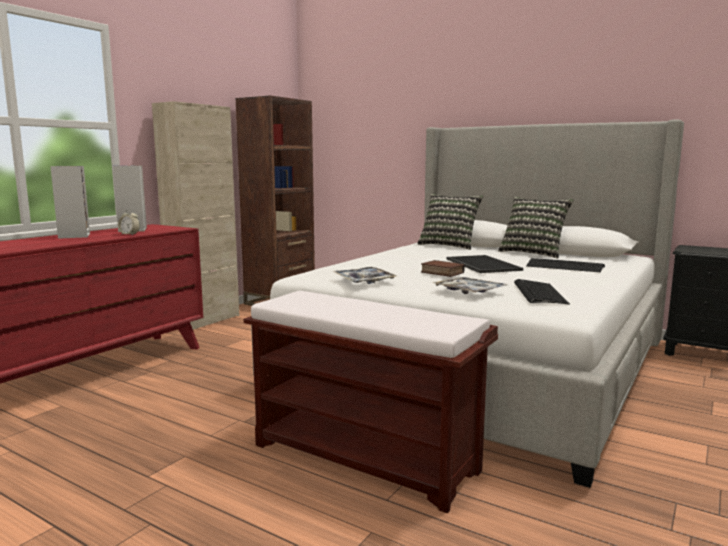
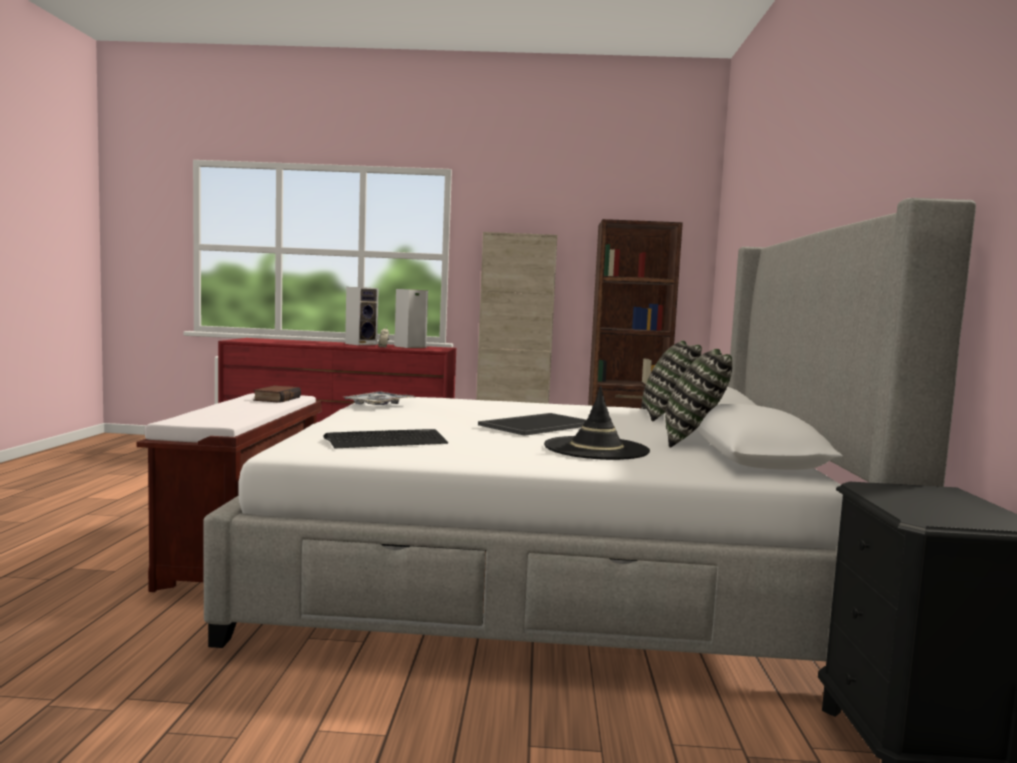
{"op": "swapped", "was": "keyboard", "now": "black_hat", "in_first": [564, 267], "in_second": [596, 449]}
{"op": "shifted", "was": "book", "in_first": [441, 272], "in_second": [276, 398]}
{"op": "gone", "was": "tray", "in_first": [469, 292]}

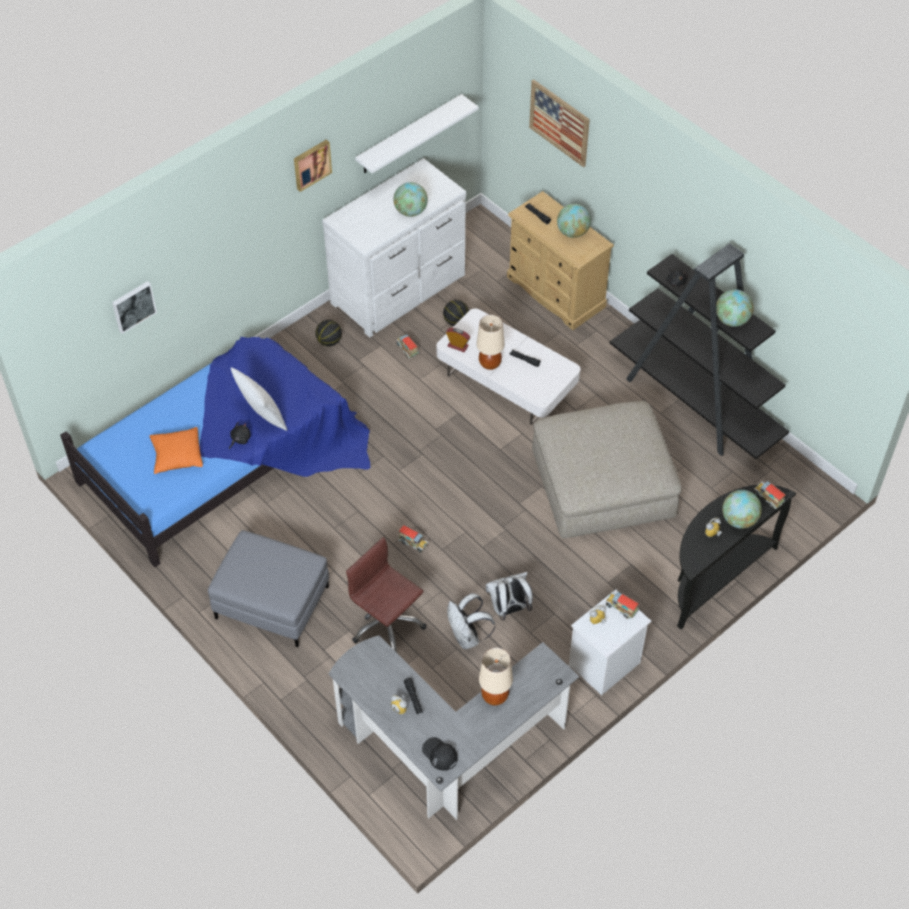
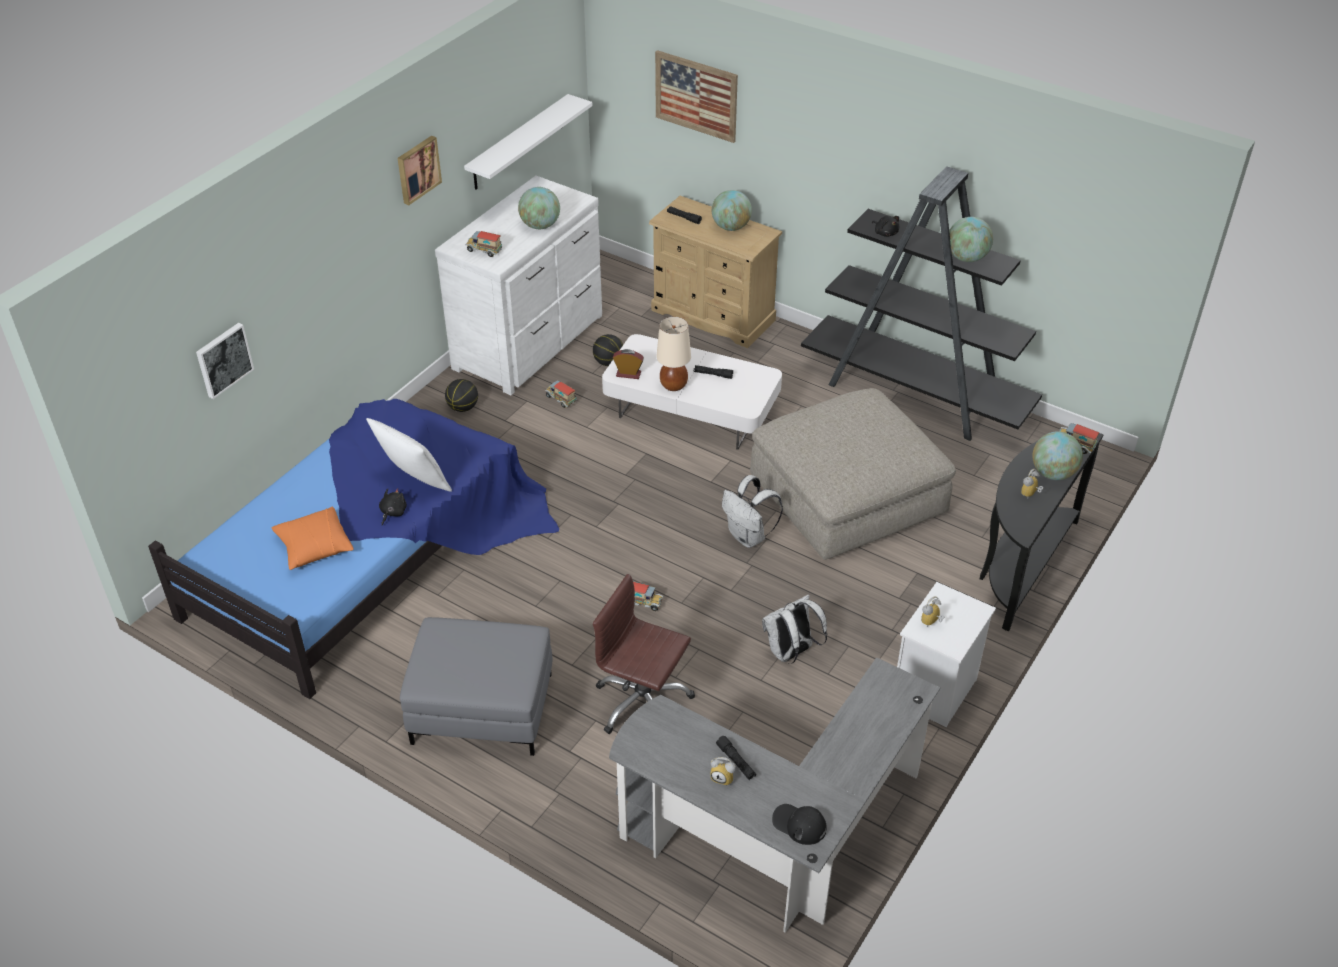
{"op": "shifted", "was": "toy_truck", "in_first": [621, 608], "in_second": [484, 251]}
{"op": "shifted", "was": "white_backpack", "in_first": [467, 637], "in_second": [749, 537]}
{"op": "gone", "was": "beige_table_lamp", "in_first": [495, 697]}

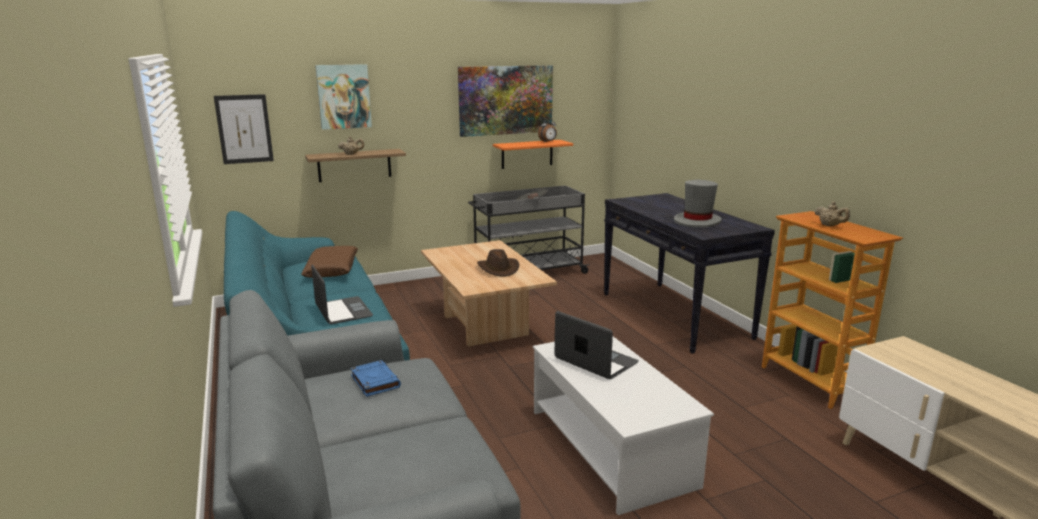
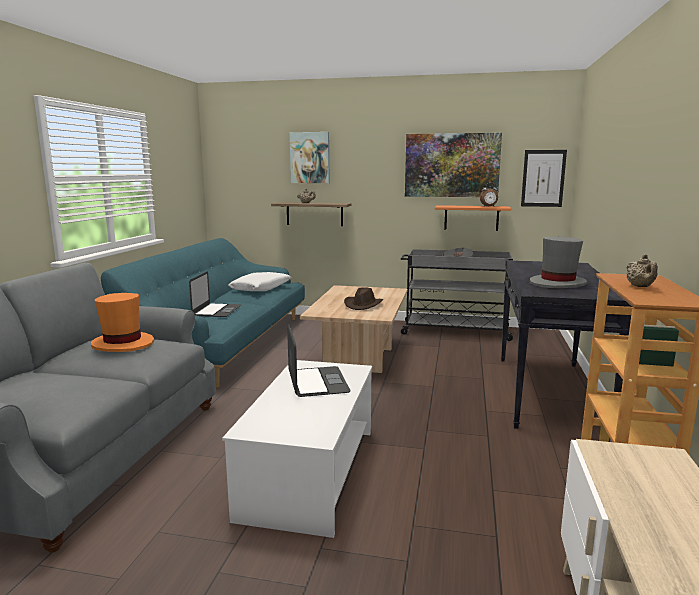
{"op": "shifted", "was": "picture", "in_first": [244, 129], "in_second": [543, 178]}
{"op": "repainted", "was": "brown_pillow", "now": "white_pillow", "in_first": [332, 269], "in_second": [261, 288]}
{"op": "swapped", "was": "blue_book", "now": "orange_hat", "in_first": [375, 381], "in_second": [123, 344]}

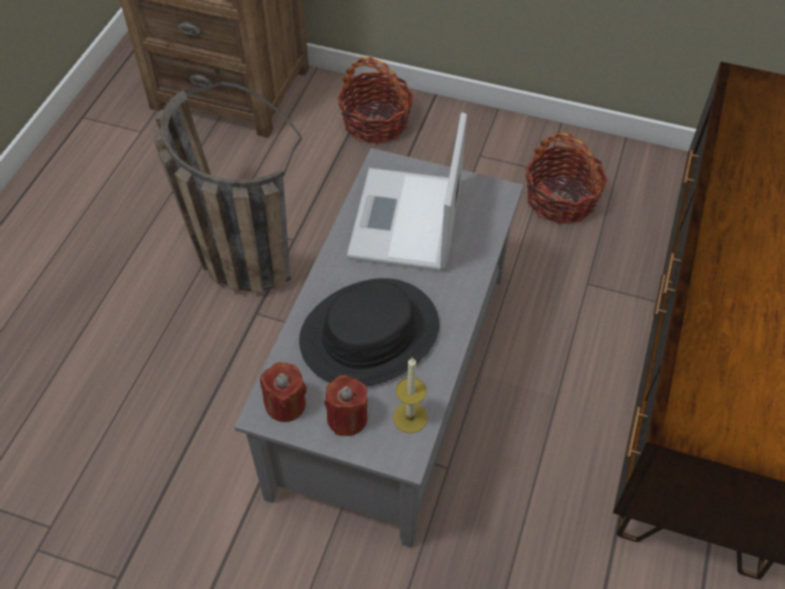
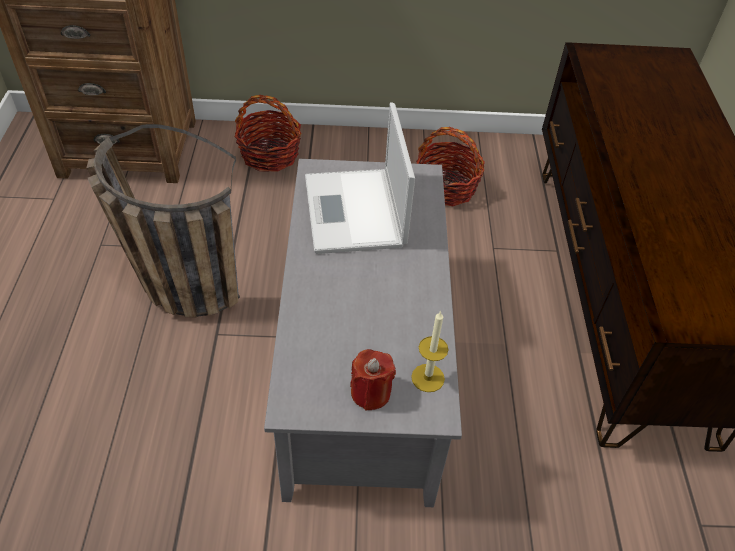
{"op": "gone", "was": "black_hat", "in_first": [370, 334]}
{"op": "gone", "was": "red_candle", "in_first": [285, 404]}

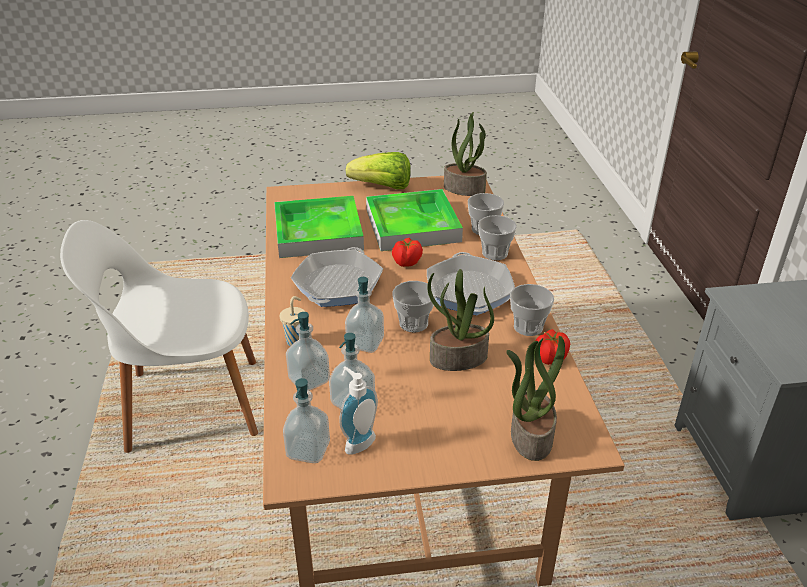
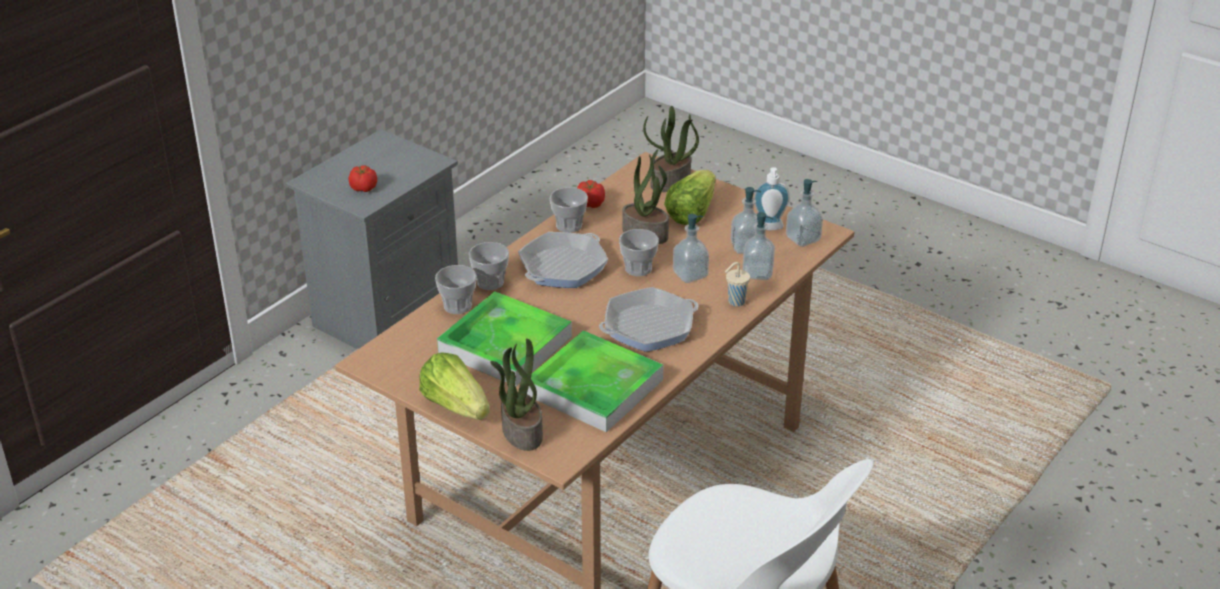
{"op": "shifted", "was": "potted_plant", "in_first": [465, 188], "in_second": [521, 432]}
{"op": "shifted", "was": "tomato", "in_first": [406, 262], "in_second": [364, 189]}
{"op": "new", "now": "lettuce", "in_second": [691, 212]}

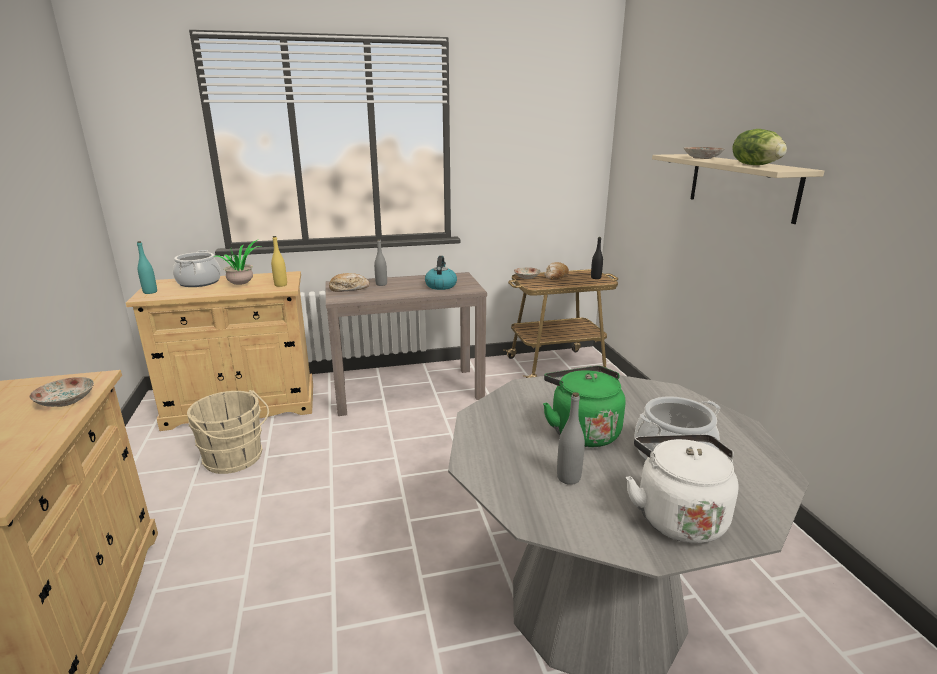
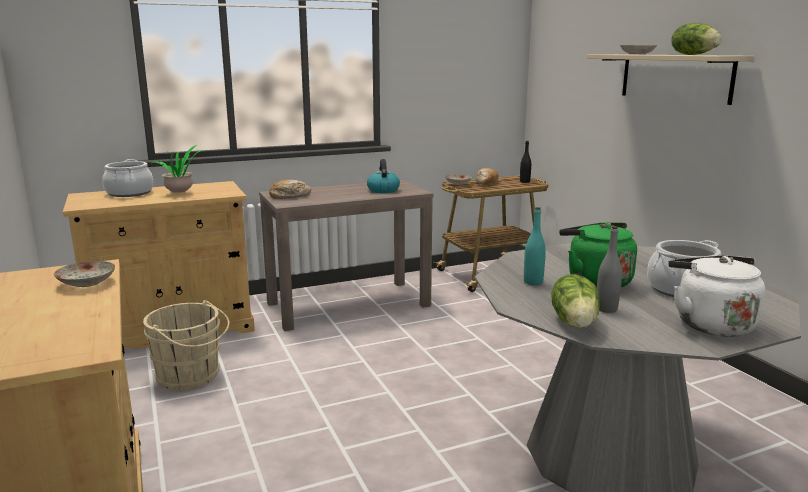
{"op": "gone", "was": "yellow_bottle", "in_first": [281, 285]}
{"op": "gone", "was": "grey_bottle", "in_first": [381, 284]}
{"op": "shifted", "was": "turquoise_bottle", "in_first": [150, 292], "in_second": [533, 282]}
{"op": "new", "now": "lettuce", "in_second": [575, 322]}

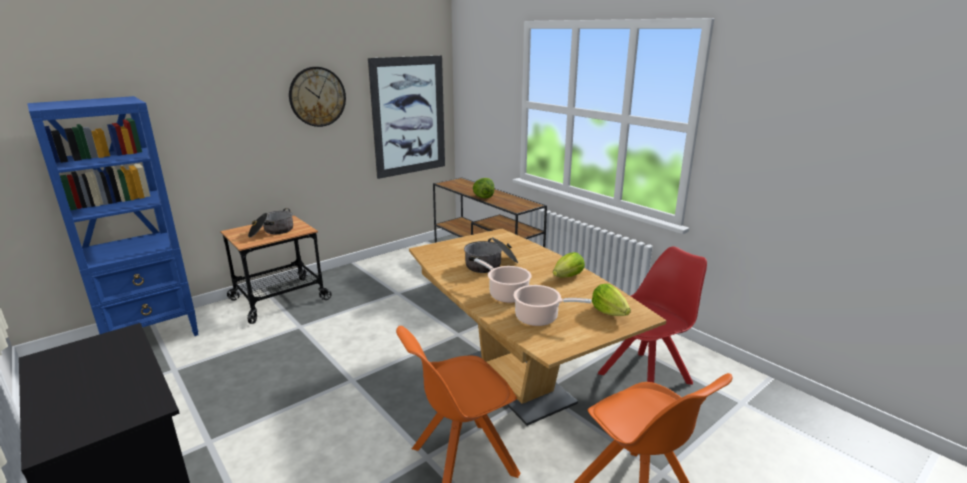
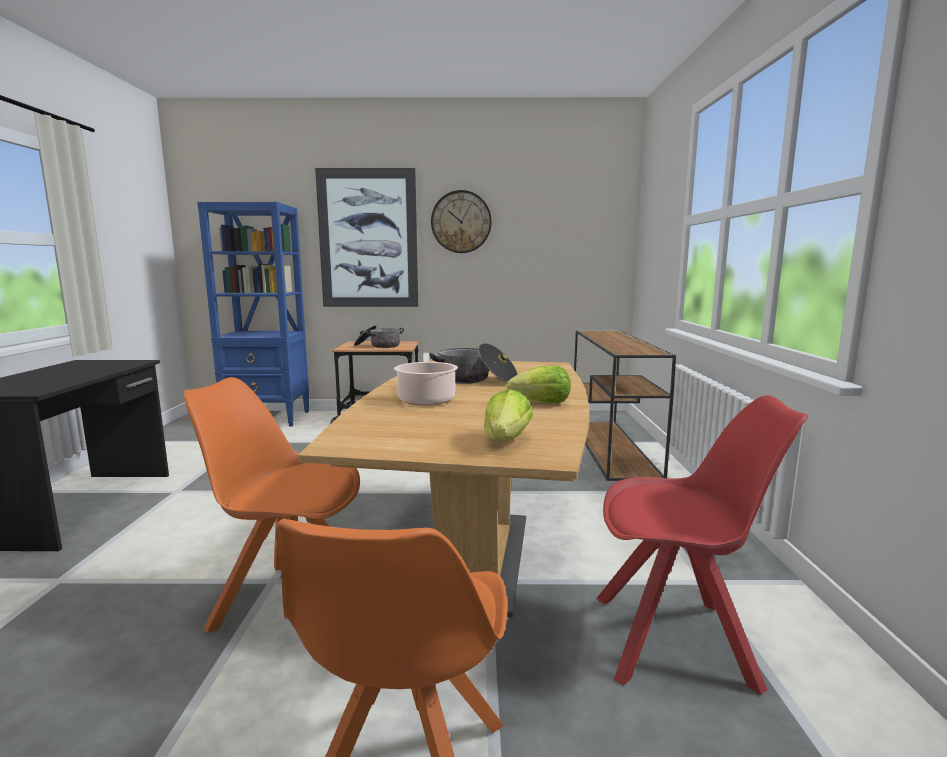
{"op": "shifted", "was": "picture", "in_first": [409, 116], "in_second": [368, 239]}
{"op": "gone", "was": "lettuce", "in_first": [483, 197]}
{"op": "gone", "was": "cooking_pot", "in_first": [539, 318]}

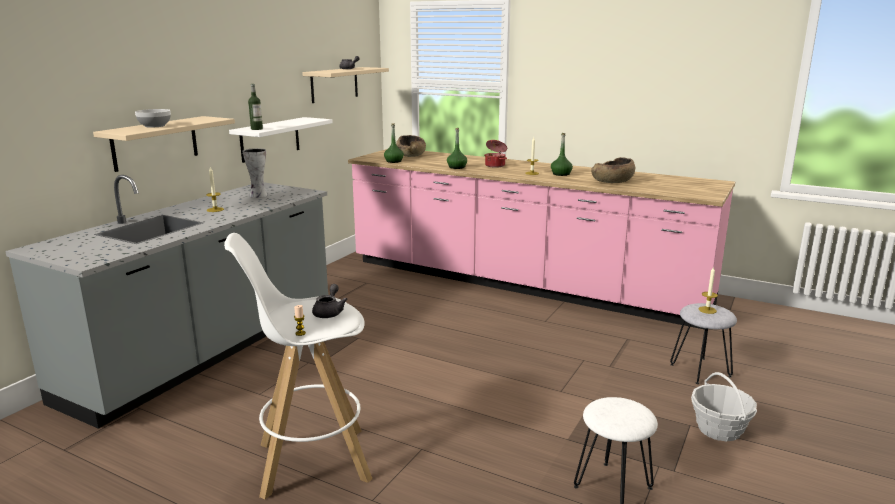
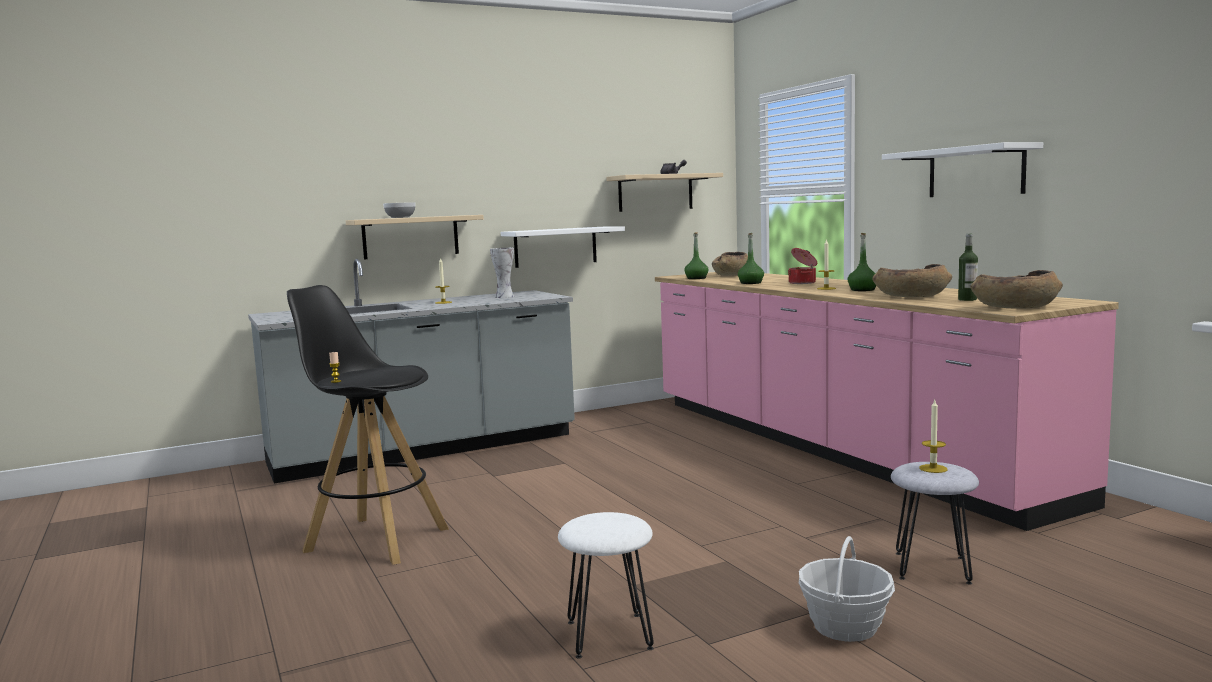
{"op": "shifted", "was": "bottle", "in_first": [256, 129], "in_second": [967, 299]}
{"op": "repainted", "was": "white_stool", "now": "black_stool", "in_first": [312, 462], "in_second": [375, 539]}
{"op": "gone", "was": "grey_teapot", "in_first": [329, 312]}
{"op": "new", "now": "white_shelf", "in_second": [975, 172]}
{"op": "new", "now": "brown_bowl", "in_second": [1015, 307]}

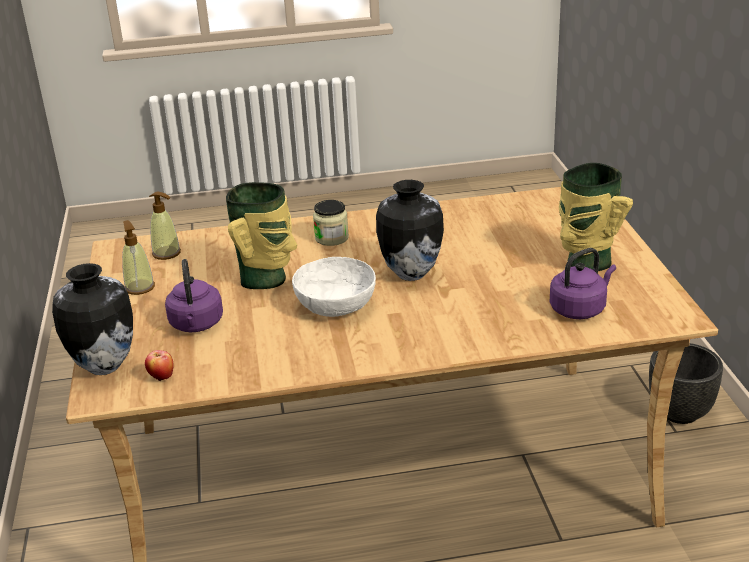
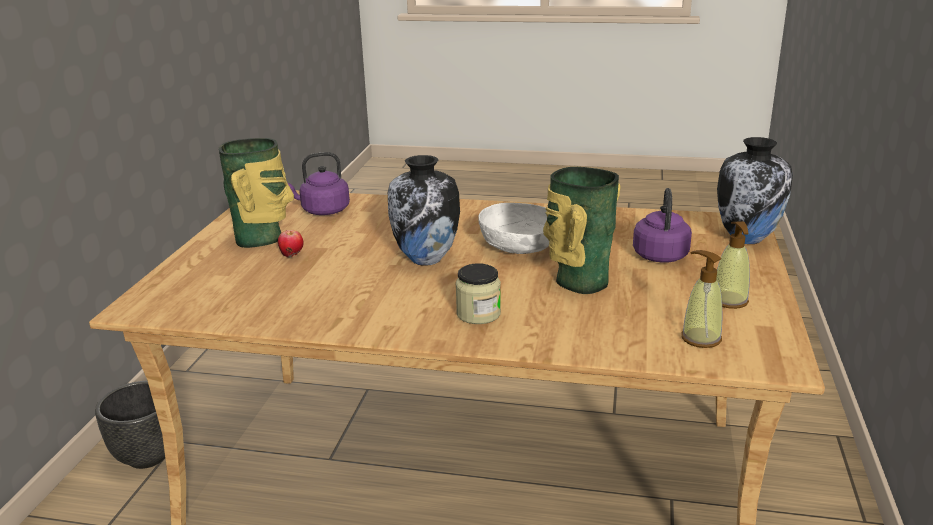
{"op": "shifted", "was": "apple", "in_first": [161, 377], "in_second": [292, 255]}

